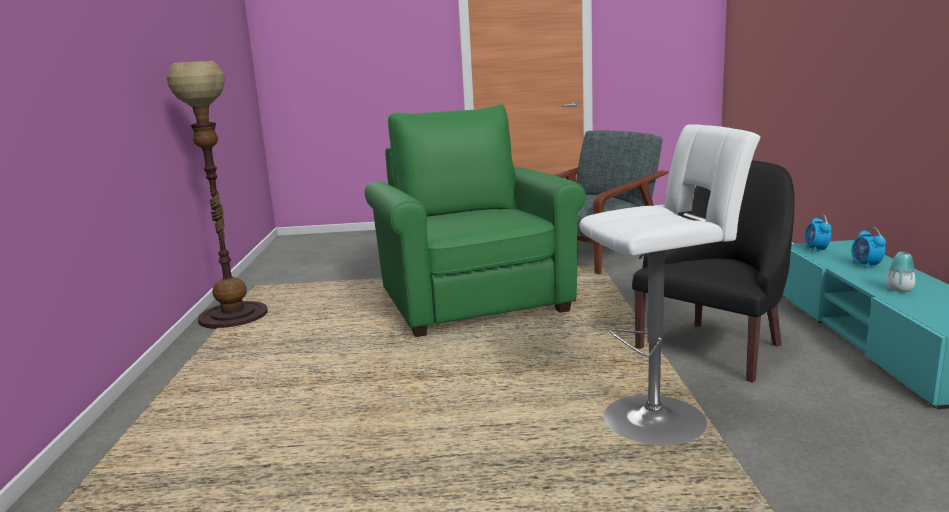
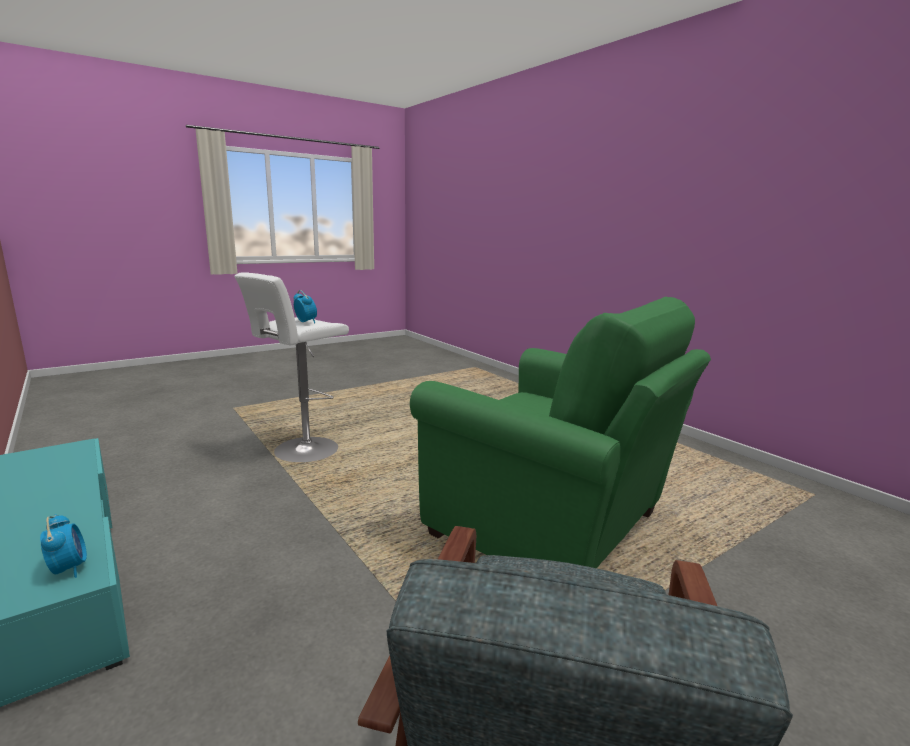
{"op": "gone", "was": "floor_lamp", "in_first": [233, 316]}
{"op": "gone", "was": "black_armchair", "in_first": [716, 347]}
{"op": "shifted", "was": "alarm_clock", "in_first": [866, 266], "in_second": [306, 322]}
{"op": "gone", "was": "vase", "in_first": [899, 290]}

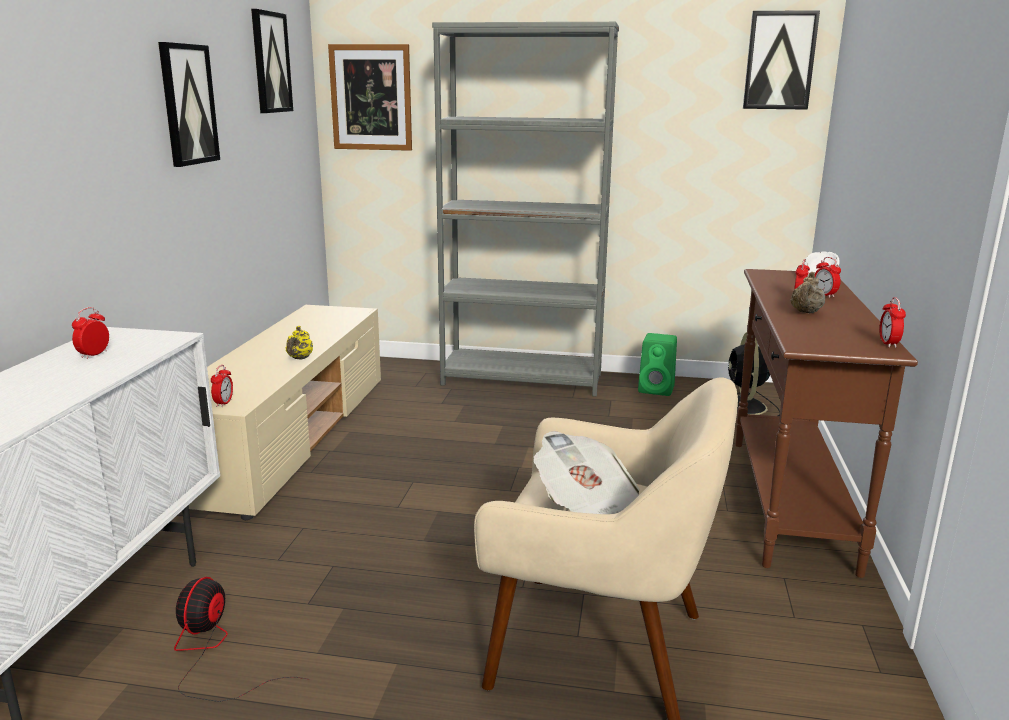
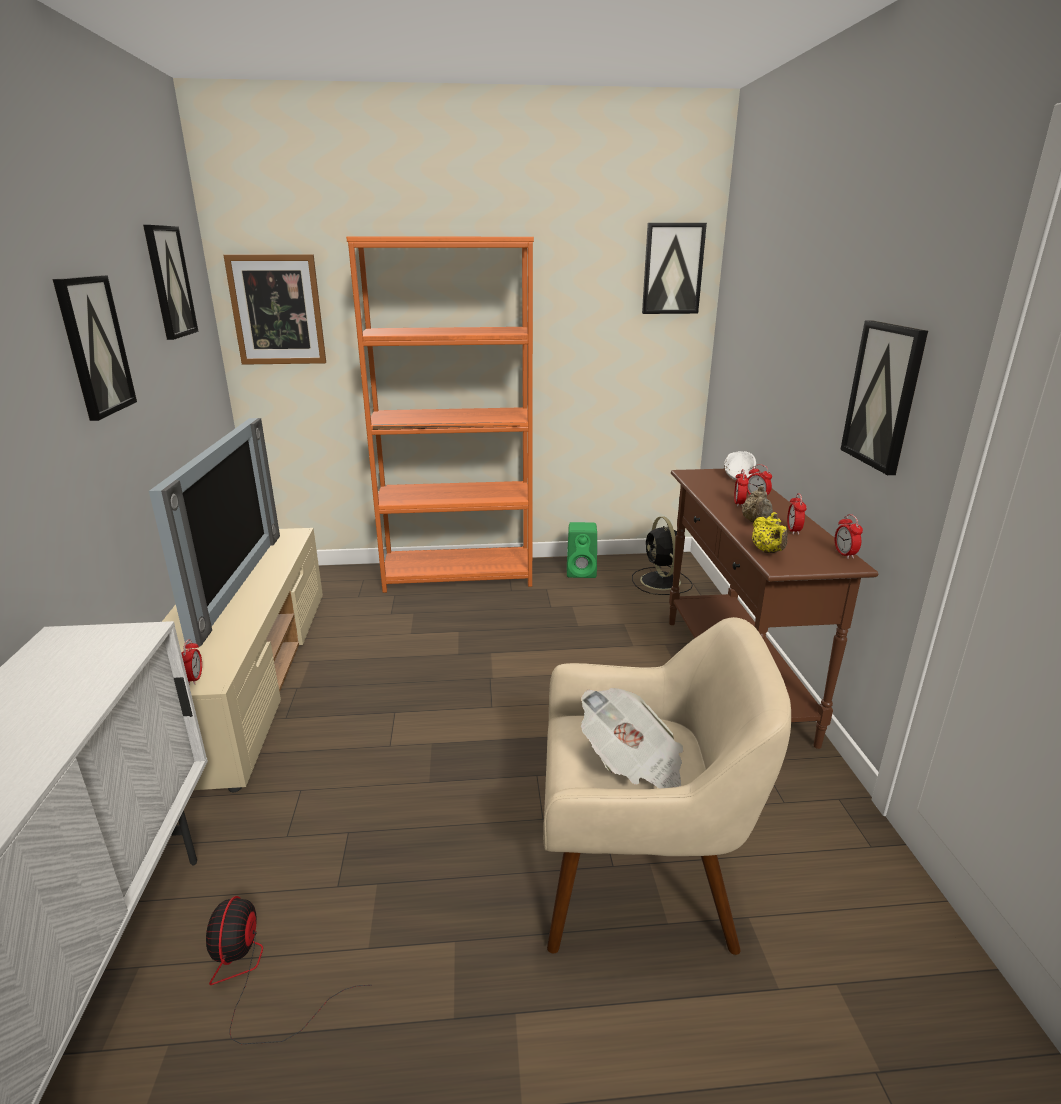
{"op": "repainted", "was": "grey_bookcase", "now": "orange_bookcase", "in_first": [522, 379], "in_second": [458, 576]}
{"op": "shifted", "was": "alarm_clock", "in_first": [94, 355], "in_second": [793, 531]}
{"op": "shifted", "was": "yellow_teapot", "in_first": [300, 358], "in_second": [768, 551]}
{"op": "new", "now": "picture", "in_second": [883, 396]}
{"op": "new", "now": "television", "in_second": [230, 583]}

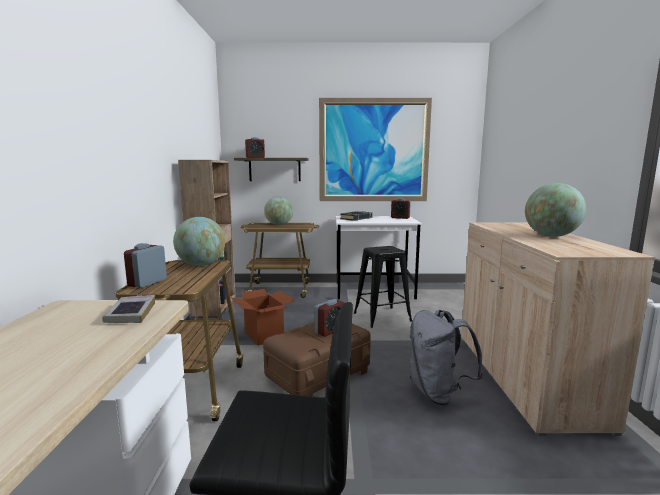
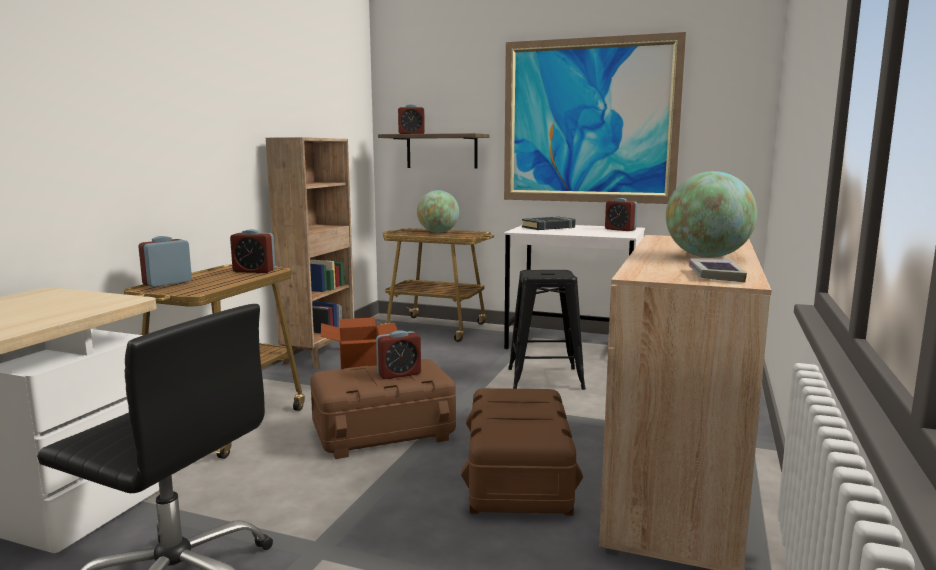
{"op": "swapped", "was": "globe", "now": "alarm_clock", "in_first": [201, 265], "in_second": [254, 271]}
{"op": "shifted", "was": "book", "in_first": [131, 314], "in_second": [715, 275]}
{"op": "swapped", "was": "grey_backpack", "now": "brown_storage_box", "in_first": [438, 393], "in_second": [519, 479]}

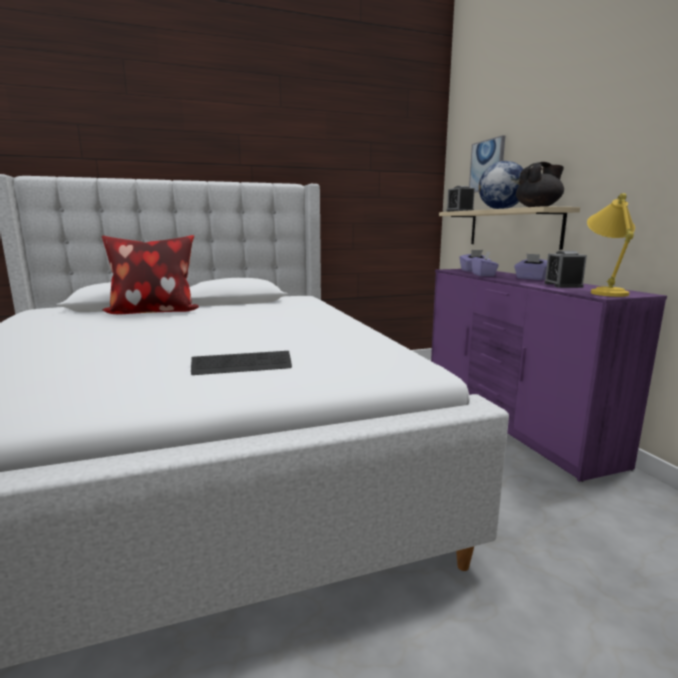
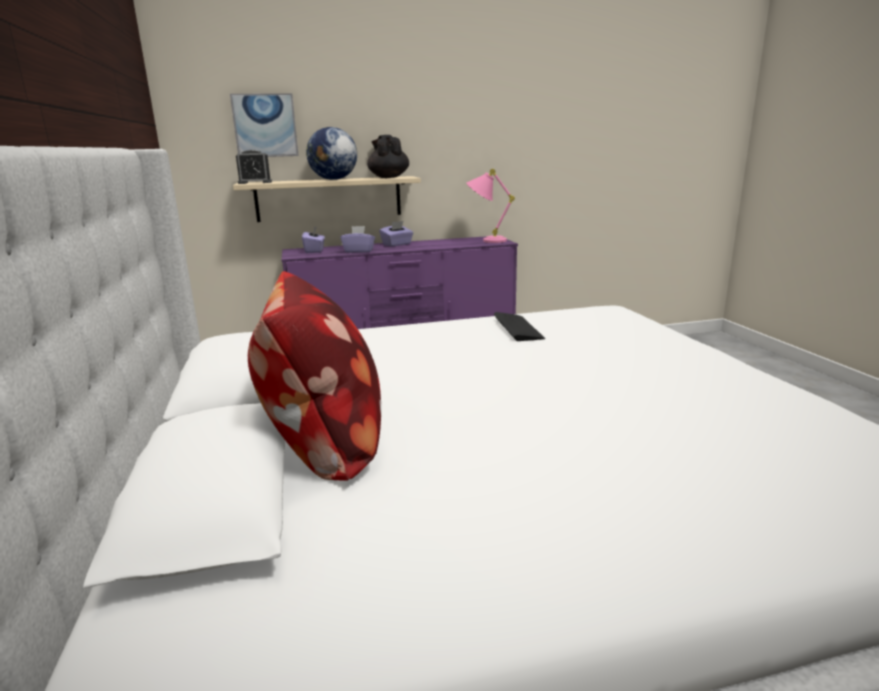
{"op": "repainted", "was": "yellow_table_lamp", "now": "pink_table_lamp", "in_first": [604, 292], "in_second": [486, 240]}
{"op": "gone", "was": "alarm_clock", "in_first": [563, 285]}
{"op": "shifted", "was": "keyboard", "in_first": [242, 365], "in_second": [518, 328]}

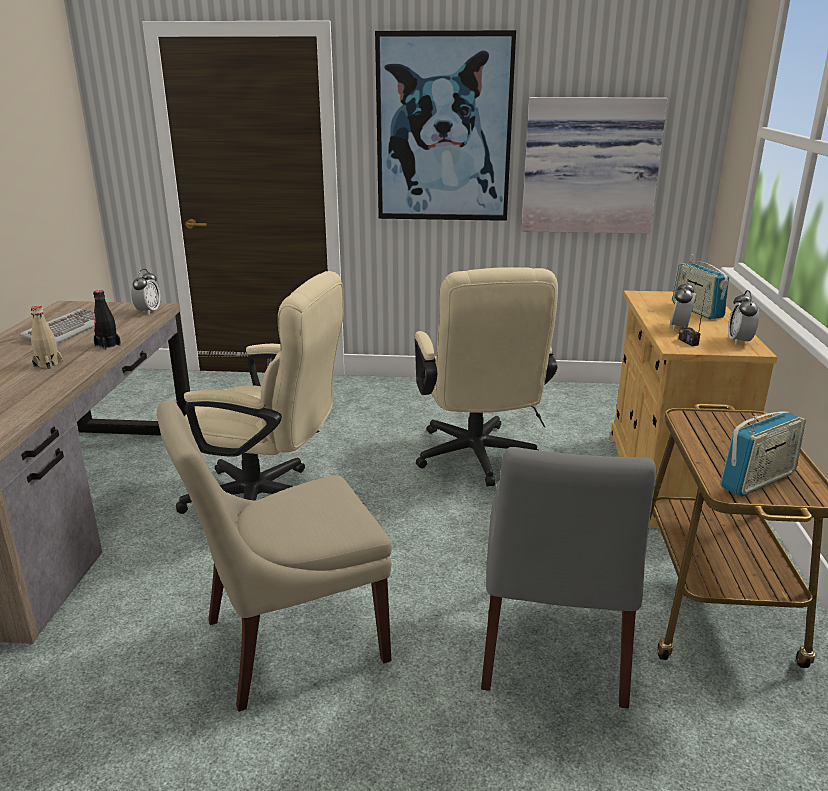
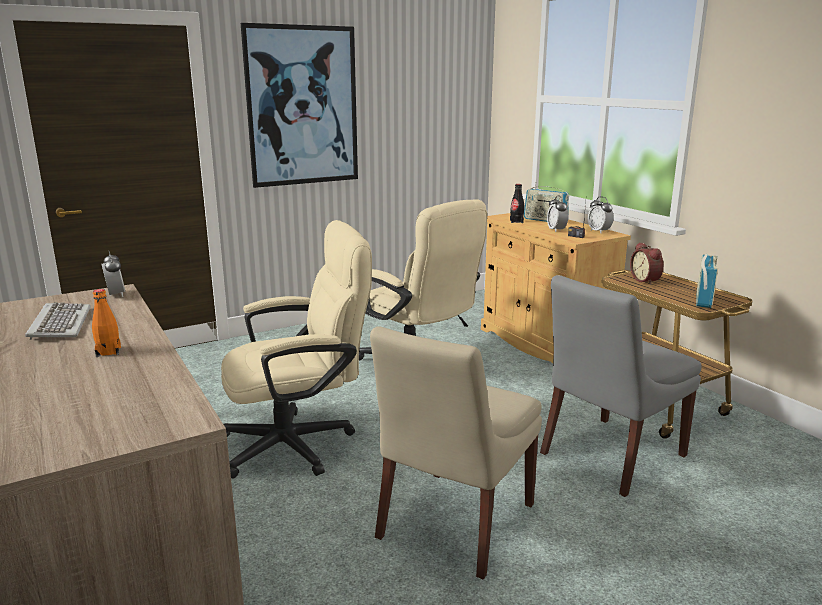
{"op": "gone", "was": "picture", "in_first": [590, 166]}
{"op": "shifted", "was": "black_bottle", "in_first": [108, 345], "in_second": [516, 221]}
{"op": "repainted", "was": "beige_bottle", "now": "orange_bottle", "in_first": [48, 364], "in_second": [108, 352]}
{"op": "rotated", "was": "grey_chair", "in_first": [553, 648], "in_second": [609, 456], "clockwise": 75}
{"op": "new", "now": "alarm_clock", "in_second": [646, 280]}

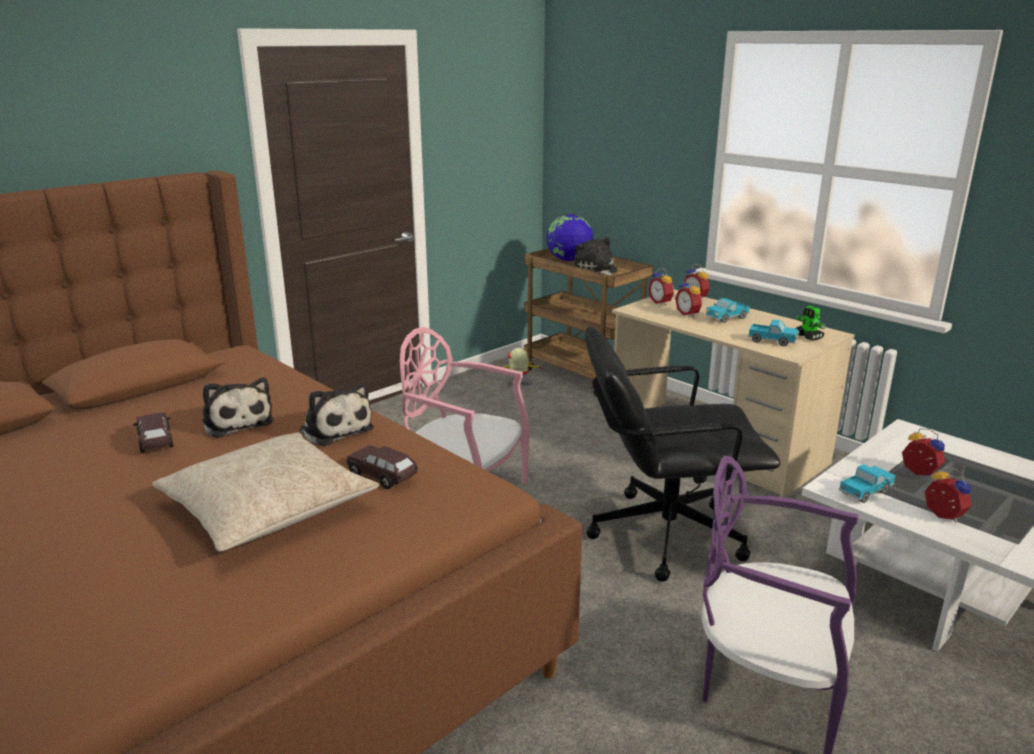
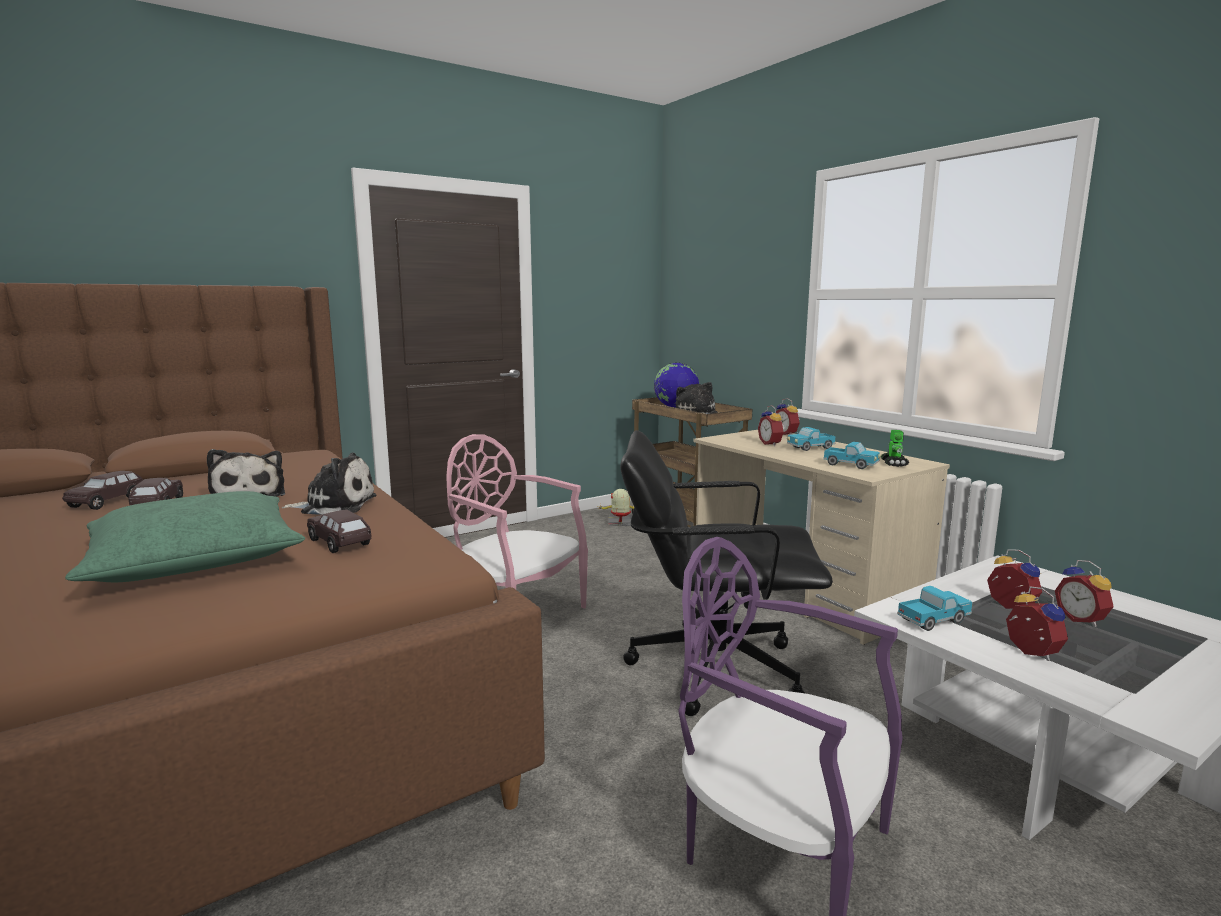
{"op": "shifted", "was": "alarm_clock", "in_first": [661, 302], "in_second": [1082, 619]}
{"op": "rotated", "was": "toy_robot", "in_first": [808, 337], "in_second": [894, 463], "clockwise": -150}
{"op": "rotated", "was": "plush_toy", "in_first": [335, 429], "in_second": [335, 505], "clockwise": -60}
{"op": "repainted", "was": "beige_pillow", "now": "green_pillow", "in_first": [267, 507], "in_second": [195, 559]}
{"op": "new", "now": "brown_toy_car", "in_second": [107, 502]}

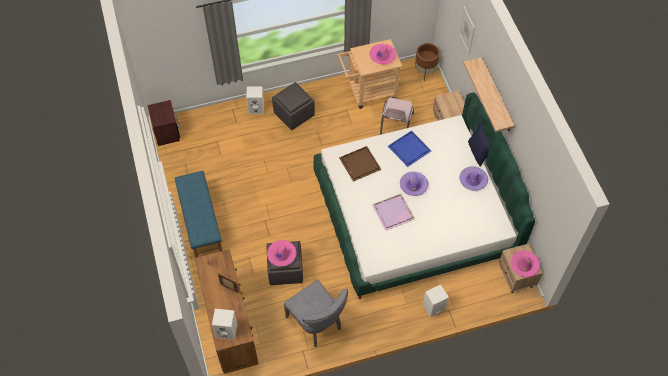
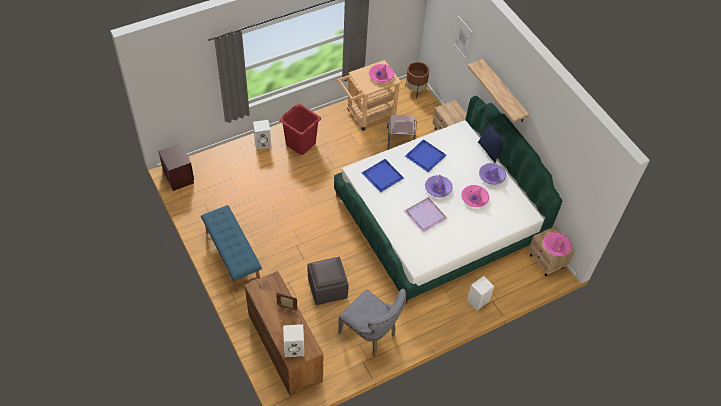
{"op": "swapped", "was": "grey_ottoman", "now": "red_laundry_basket", "in_first": [294, 114], "in_second": [300, 143]}
{"op": "repainted", "was": "brown_tray", "now": "blue_tray", "in_first": [359, 164], "in_second": [381, 176]}
{"op": "shifted", "was": "pink_hat", "in_first": [281, 255], "in_second": [474, 198]}

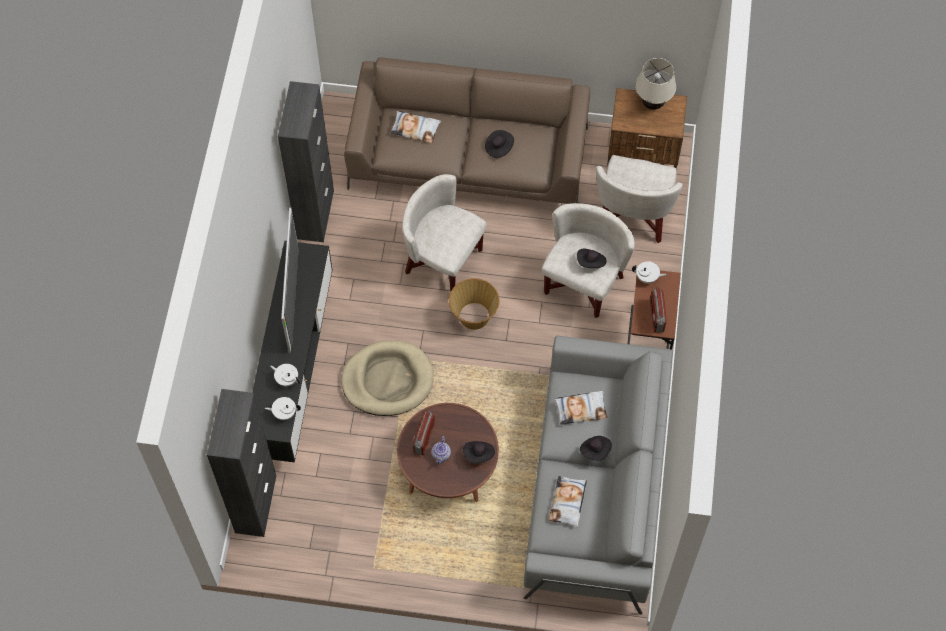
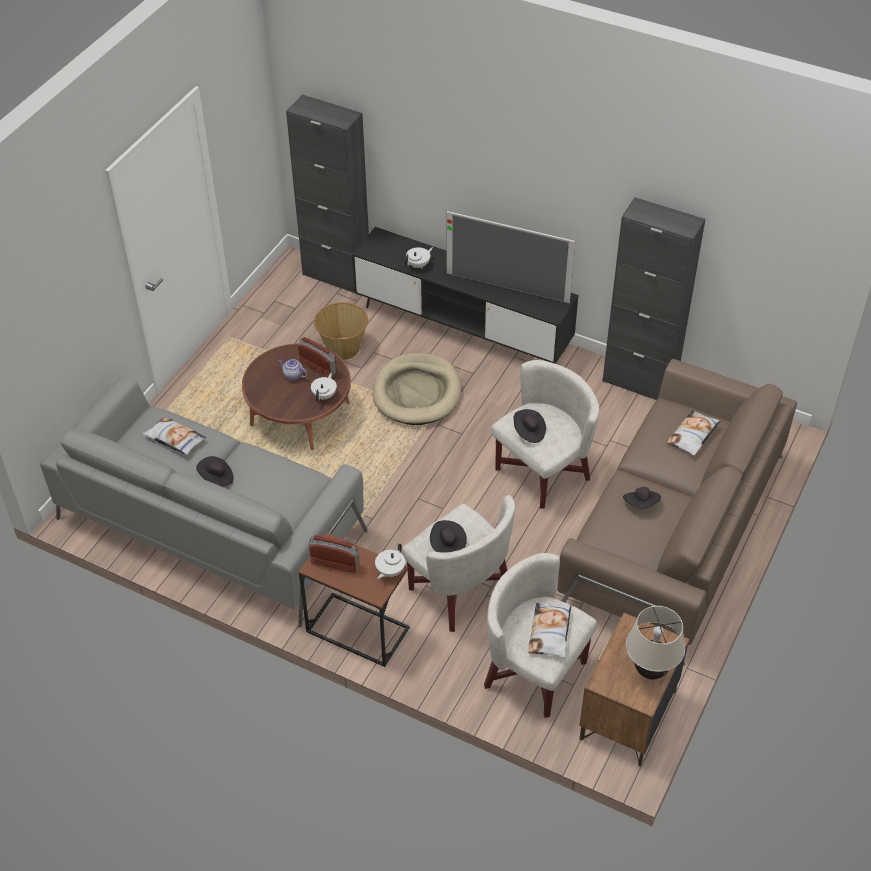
{"op": "shifted", "was": "basket", "in_first": [474, 316], "in_second": [343, 348]}
{"op": "shifted", "was": "pillow", "in_first": [581, 409], "in_second": [550, 633]}
{"op": "shifted", "was": "white_teapot", "in_first": [284, 412], "in_second": [325, 395]}
{"op": "shifted", "was": "black_hat", "in_first": [479, 454], "in_second": [529, 432]}

